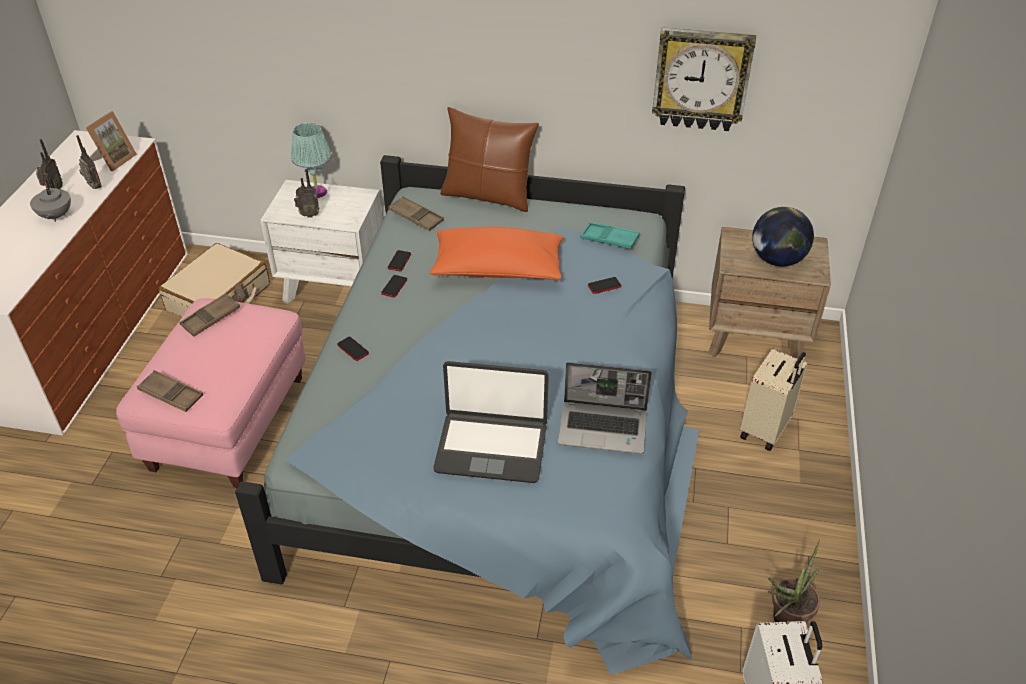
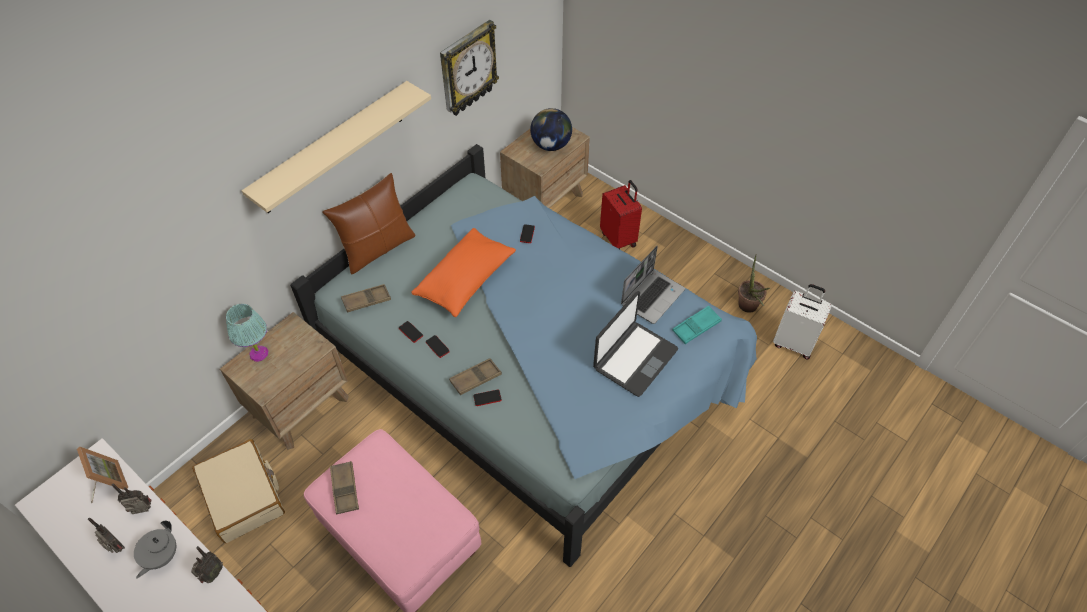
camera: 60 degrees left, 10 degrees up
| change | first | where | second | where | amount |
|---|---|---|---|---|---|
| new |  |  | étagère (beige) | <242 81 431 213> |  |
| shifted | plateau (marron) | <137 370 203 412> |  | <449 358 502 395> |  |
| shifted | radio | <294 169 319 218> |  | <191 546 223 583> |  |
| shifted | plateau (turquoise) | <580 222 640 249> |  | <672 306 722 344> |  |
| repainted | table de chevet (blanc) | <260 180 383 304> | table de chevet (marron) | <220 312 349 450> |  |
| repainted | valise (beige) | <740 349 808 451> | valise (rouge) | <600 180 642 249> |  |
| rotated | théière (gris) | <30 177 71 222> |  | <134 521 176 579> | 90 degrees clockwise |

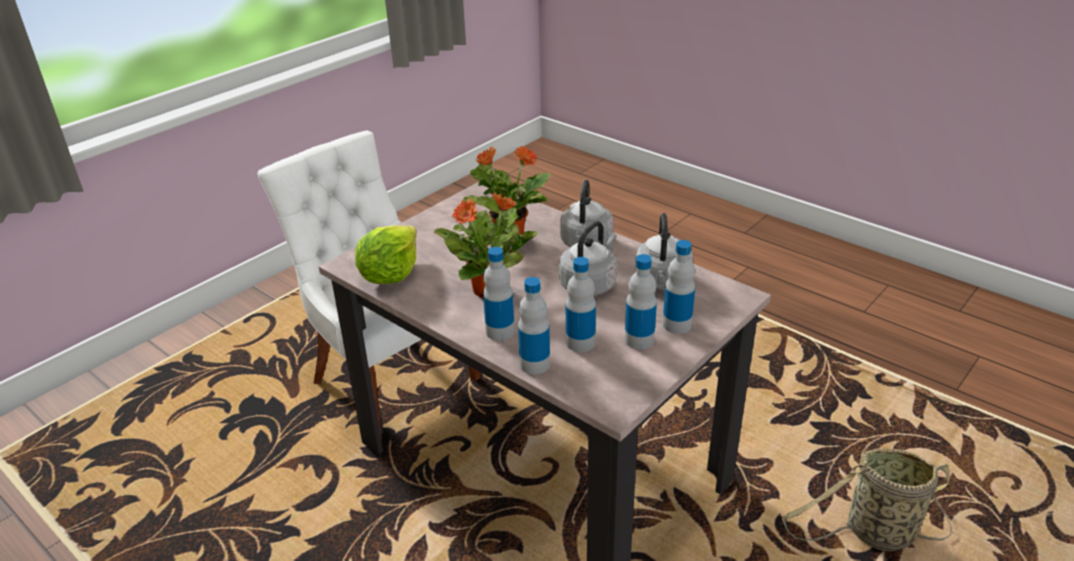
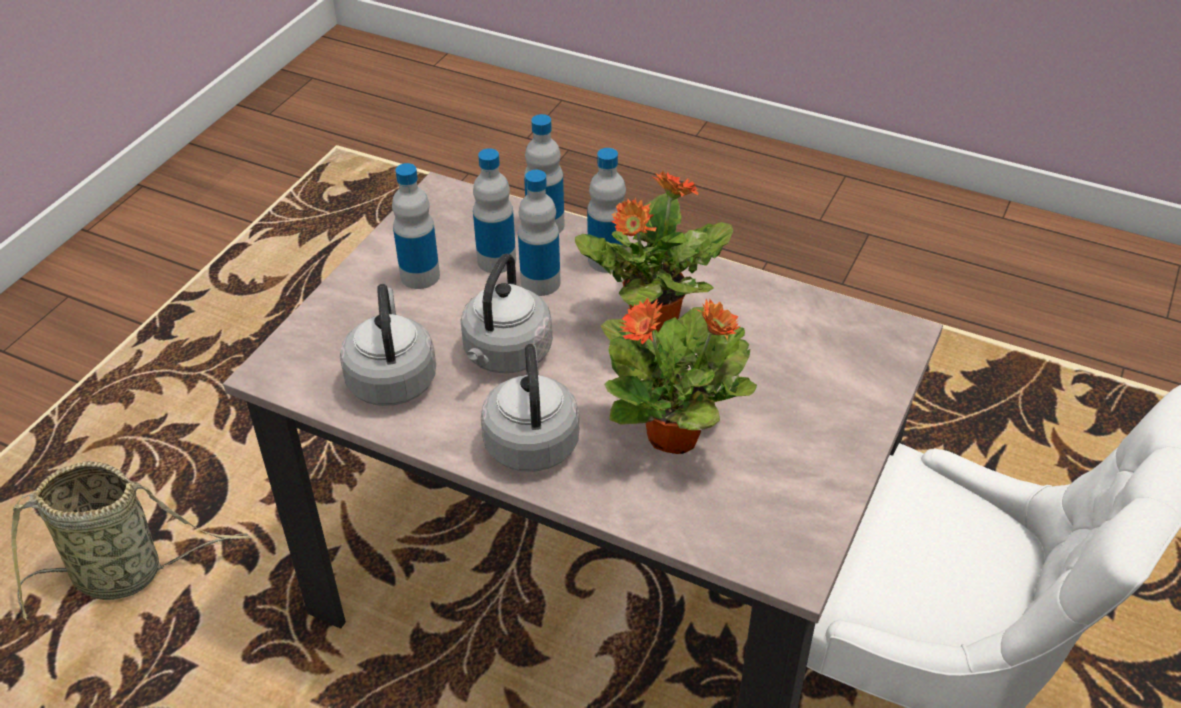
camera: 165 degrees right, 10 degrees up
| change | first | where | second | where | amount |
|---|---|---|---|---|---|
| gone | laitue | <355 225 417 284> |  |  |  |
| shifted | bouteille | <663 240 695 334> |  | <518 170 561 296> |  |

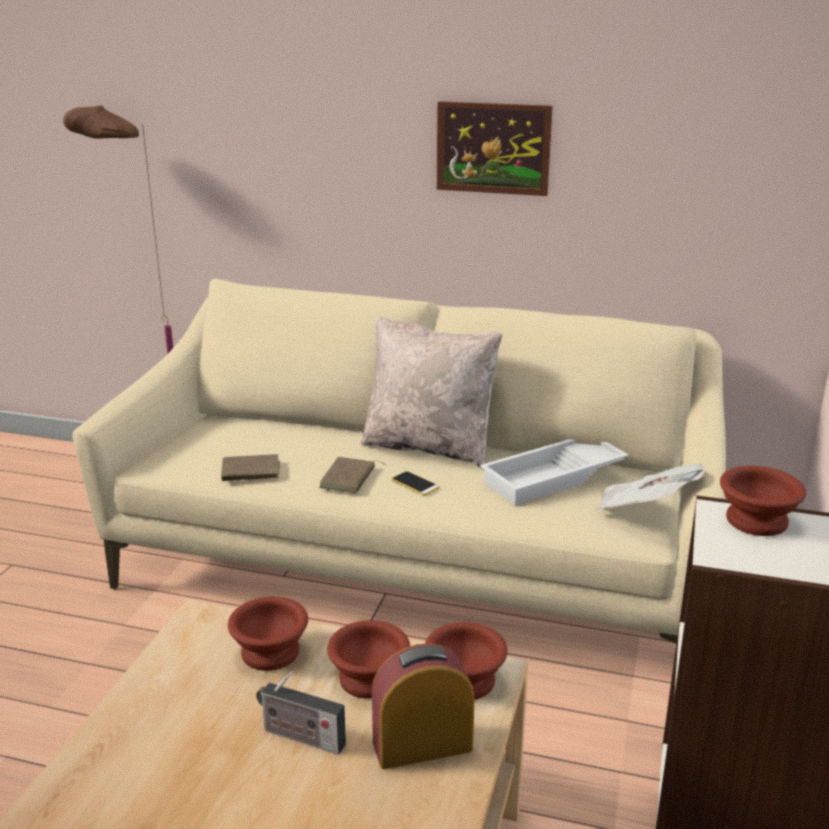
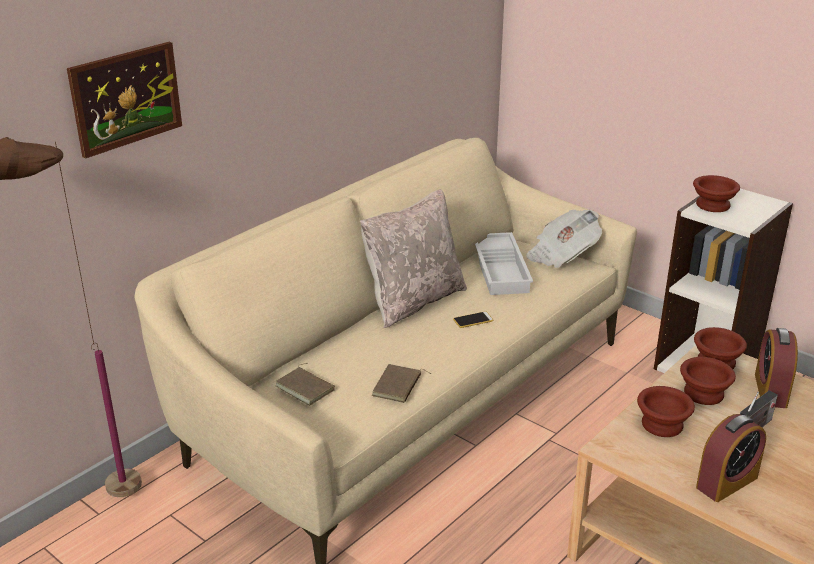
camera: 65 degrees left, 5 degrees up
| change | first | where | second | where | amount |
|---|---|---|---|---|---|
| new |  |  | réveil | <696 414 766 502> |  |
| shifted | livre (marron) | <319 457 386 493> |  | <275 363 335 406> |  |
| shifted | tableau | <437 101 553 196> |  | <67 42 182 159> |  |

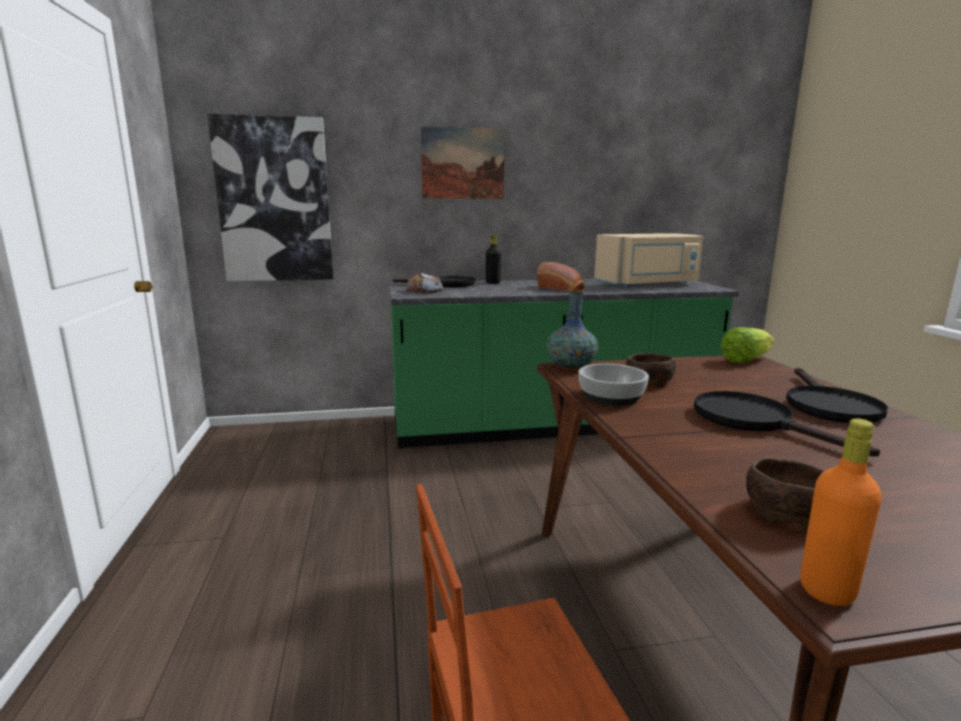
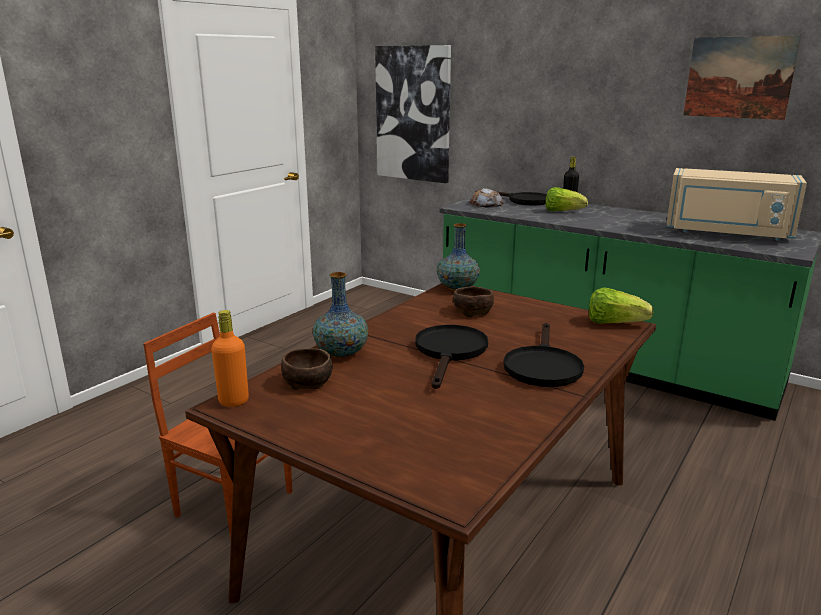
camera: 45 degrees right, 5 degrees up
| change | first | where | second | where | amount |
|---|---|---|---|---|---|
| gone | pain | <537 262 584 291> |  |  |  |
| gone | bol | <579 364 649 406> |  |  |  |
| new |  |  | vase | <313 272 368 358> |  |
| new |  |  | laitue | <545 187 588 211> |  |
| shifted | tableau | <421 126 505 199> |  | <683 36 801 120> |  |
| rotated | poêle (noir) | <786 368 888 423> |  | <503 323 584 387> | 45 degrees counterclockwise |

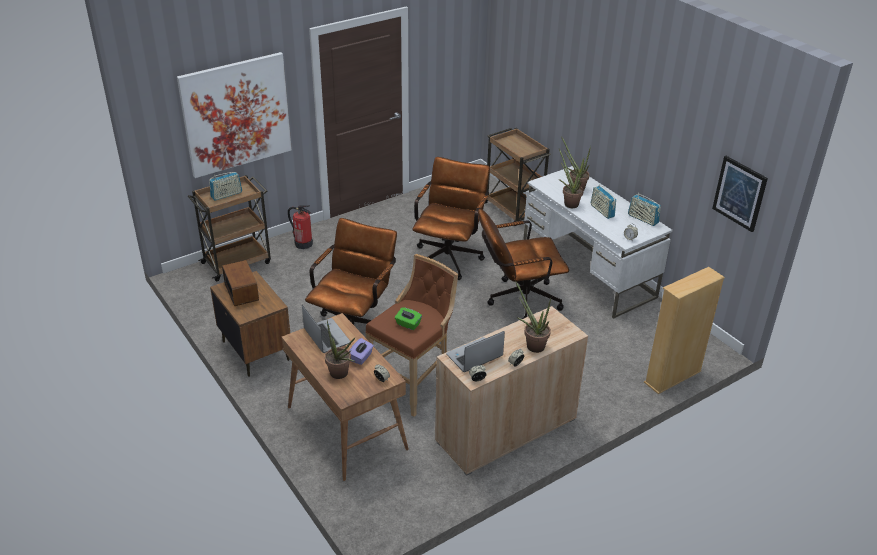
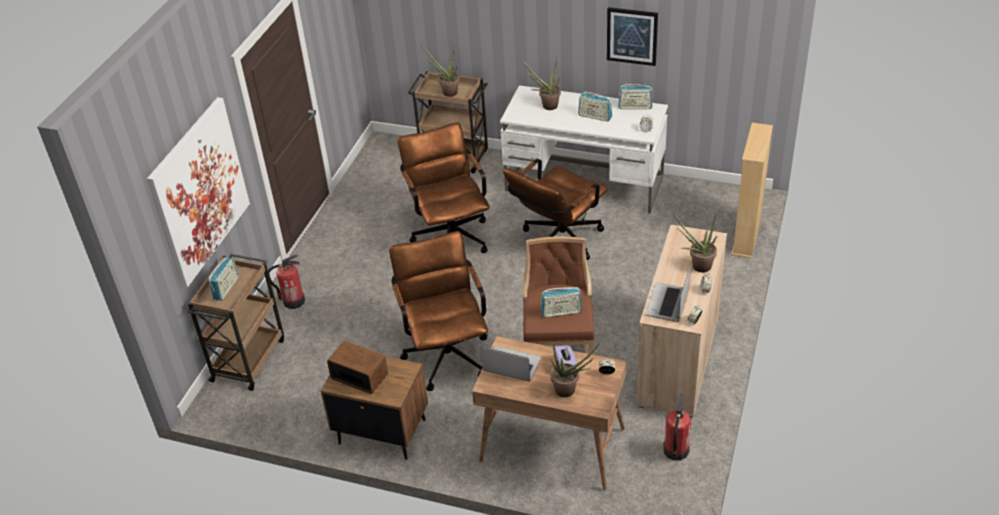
camera: 35 degrees left, 5 degrees up
| change | first | where | second | where | amount |
|---|---|---|---|---|---|
| new |  |  | extincteur | <663 393 691 461> |  |
| shifted | plante en pot | <558 149 584 208> |  | <421 45 460 97> |  |
| shifted | tableau | <712 156 768 232> |  | <607 7 658 66> |  |
| swapped | boîte à mouchoirs (vert) | <395 307 422 330> | radio | <541 287 582 318> |  |

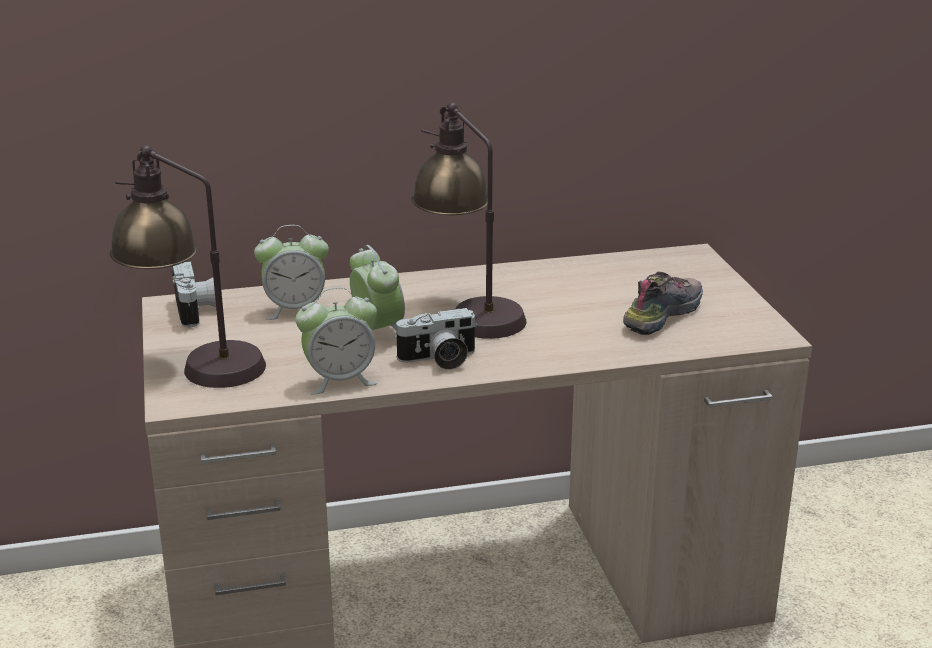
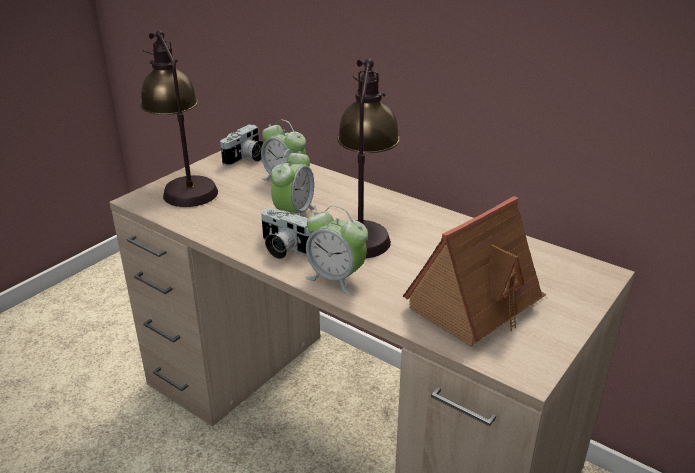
camera: 50 degrees right, 5 degrees up
| change | first | where | second | where | amount |
|---|---|---|---|---|---|
| shifted | réveil | <295 287 377 394> |  | <306 206 368 295> |  |
| swapped | chaussure | <623 272 703 335> | maison miniature | <402 196 547 346> |  |

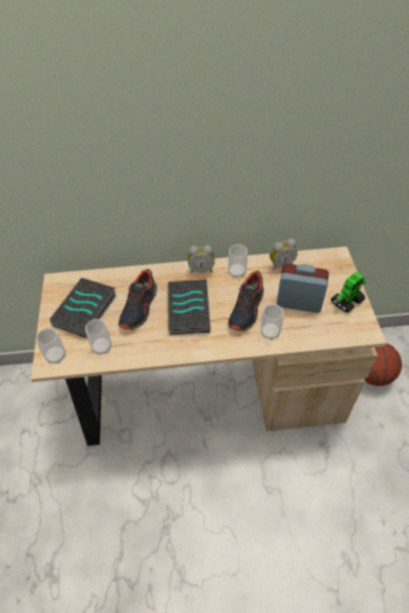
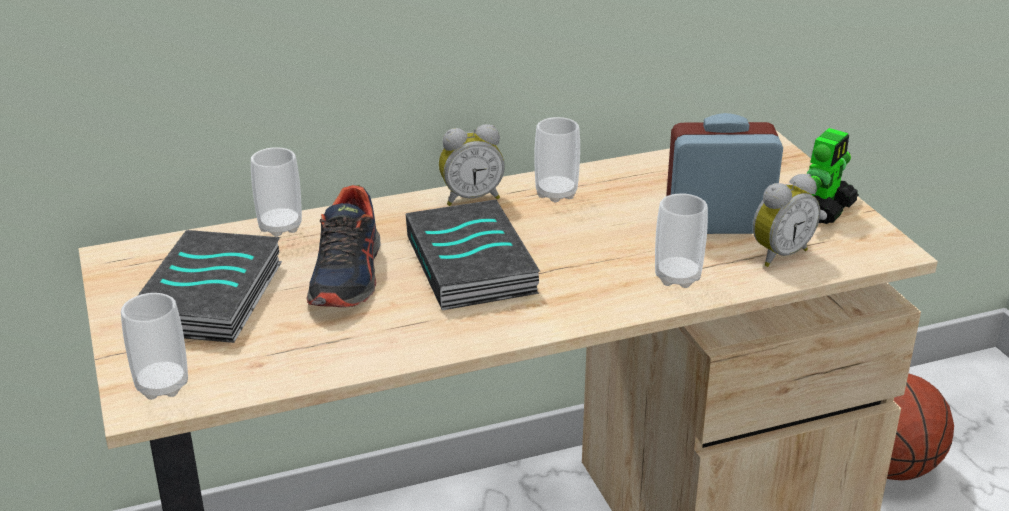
camera: 15 degrees left, 20 degrees down
| change | first | where | second | where | amount |
|---|---|---|---|---|---|
| gone | chaussure | <228 271 264 332> |  |  |  |
| shifted | tasse | <85 319 112 355> |  | <251 147 302 237> |  |
| shifted | réveil | <270 239 297 271> |  | <753 174 820 267> |  |

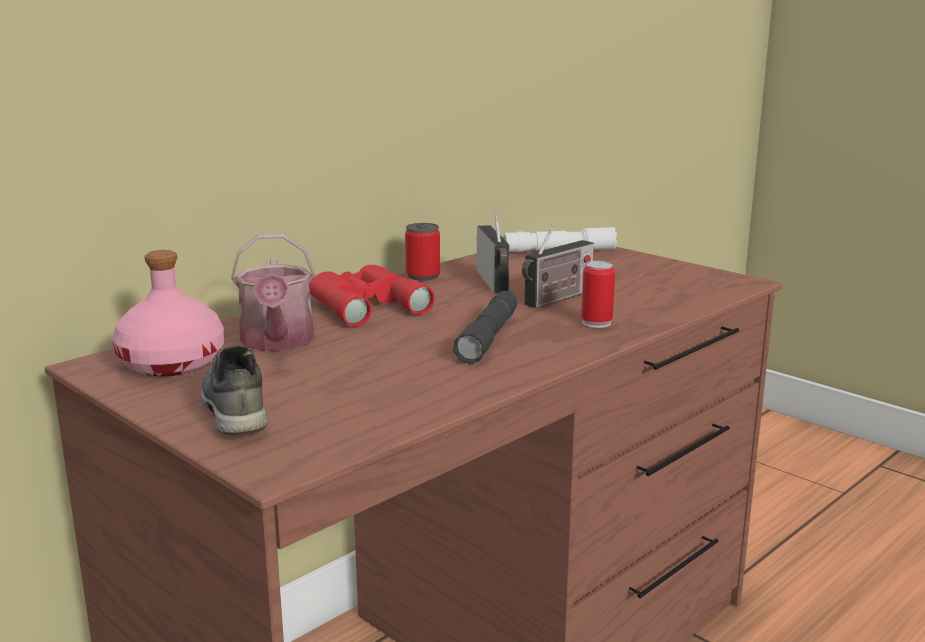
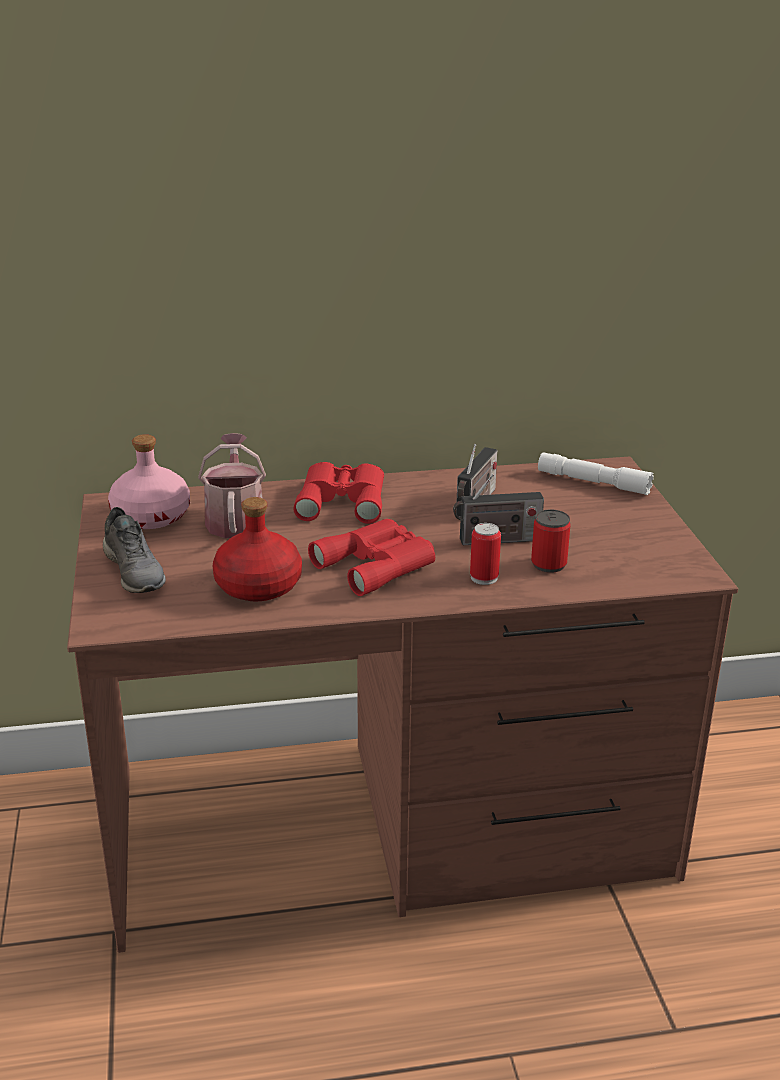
camera: 35 degrees right, 10 degrees up
| change | first | where | second | where | amount |
|---|---|---|---|---|---|
| new |  |  | bouteille (rouge) | <213 497 302 601> |  |
| shifted | boîte métallique | <405 223 440 281> |  | <531 509 571 573> |  |
| swapped | lampe de poche (gris) | <453 291 517 364> | jumelles (rouge) | <308 519 435 596> |  |
| rotated | chaussure (gris) | <201 345 269 434> |  | <103 507 166 593> | 135 degrees clockwise |
| rotated | arrosoir | <231 234 315 351> |  | <198 433 266 538> | 150 degrees clockwise |

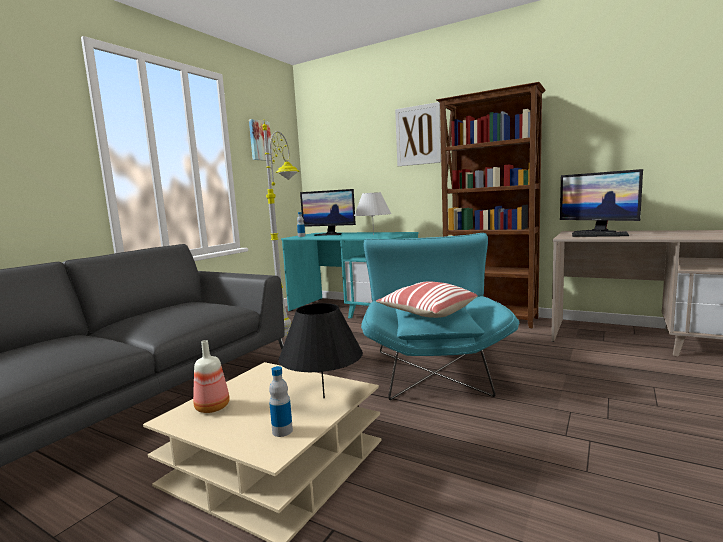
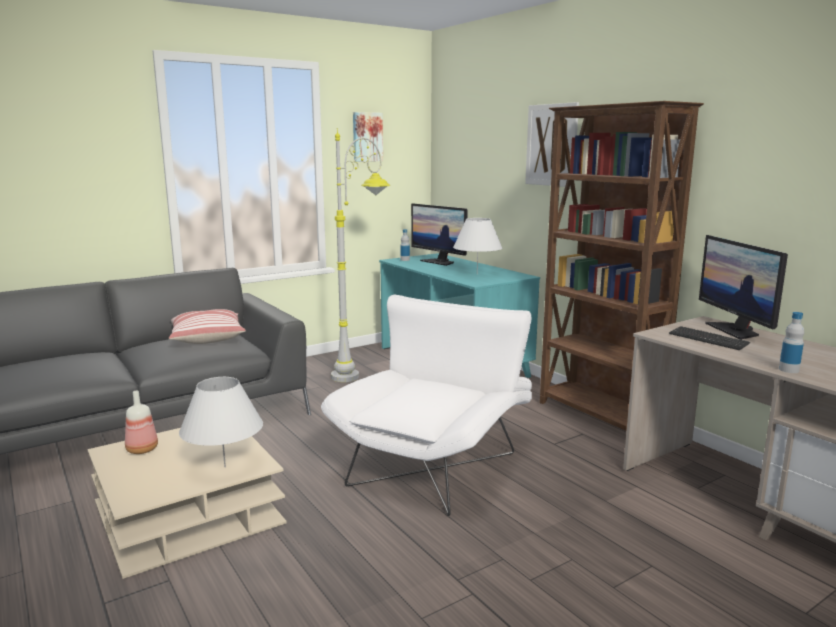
camera: 25 degrees right, 5 degrees up
| change | first | where | second | where | amount |
|---|---|---|---|---|---|
| shifted | bouteille | <269 366 293 437> |  | <779 312 804 373> |  |
| shifted | coussin | <376 282 478 318> |  | <169 309 246 344> |  |
| repainted | lampe de table (noir) | <278 303 363 398> | lampe de table (blanc) | <179 377 263 468> |  |
| repainted | fauteuil (turquoise) | <361 233 519 400> | fauteuil (blanc) | <321 294 532 516> |  |

